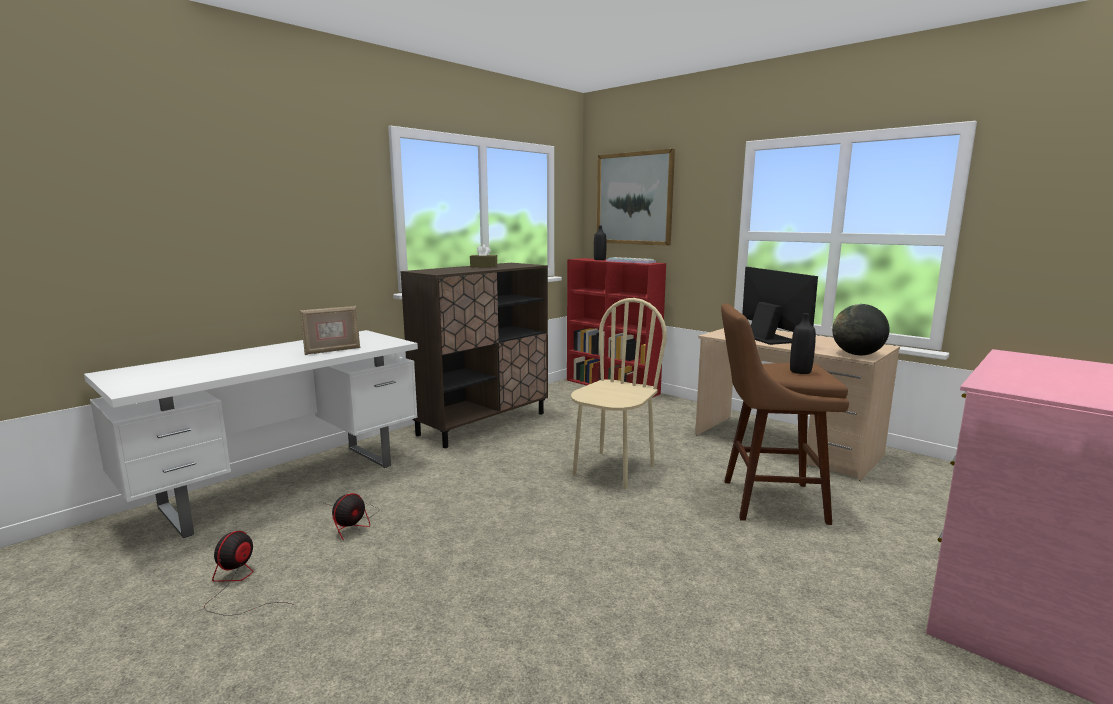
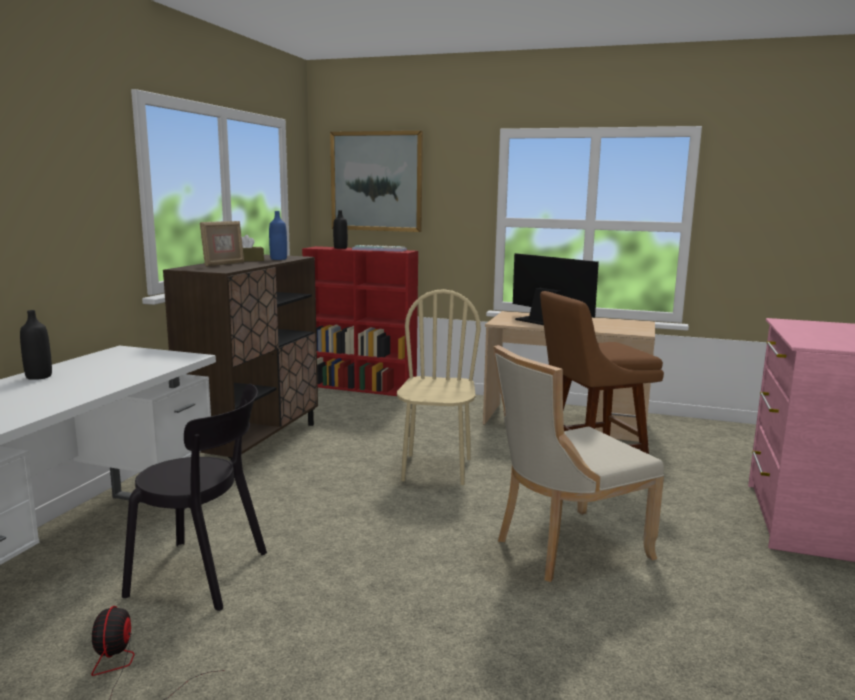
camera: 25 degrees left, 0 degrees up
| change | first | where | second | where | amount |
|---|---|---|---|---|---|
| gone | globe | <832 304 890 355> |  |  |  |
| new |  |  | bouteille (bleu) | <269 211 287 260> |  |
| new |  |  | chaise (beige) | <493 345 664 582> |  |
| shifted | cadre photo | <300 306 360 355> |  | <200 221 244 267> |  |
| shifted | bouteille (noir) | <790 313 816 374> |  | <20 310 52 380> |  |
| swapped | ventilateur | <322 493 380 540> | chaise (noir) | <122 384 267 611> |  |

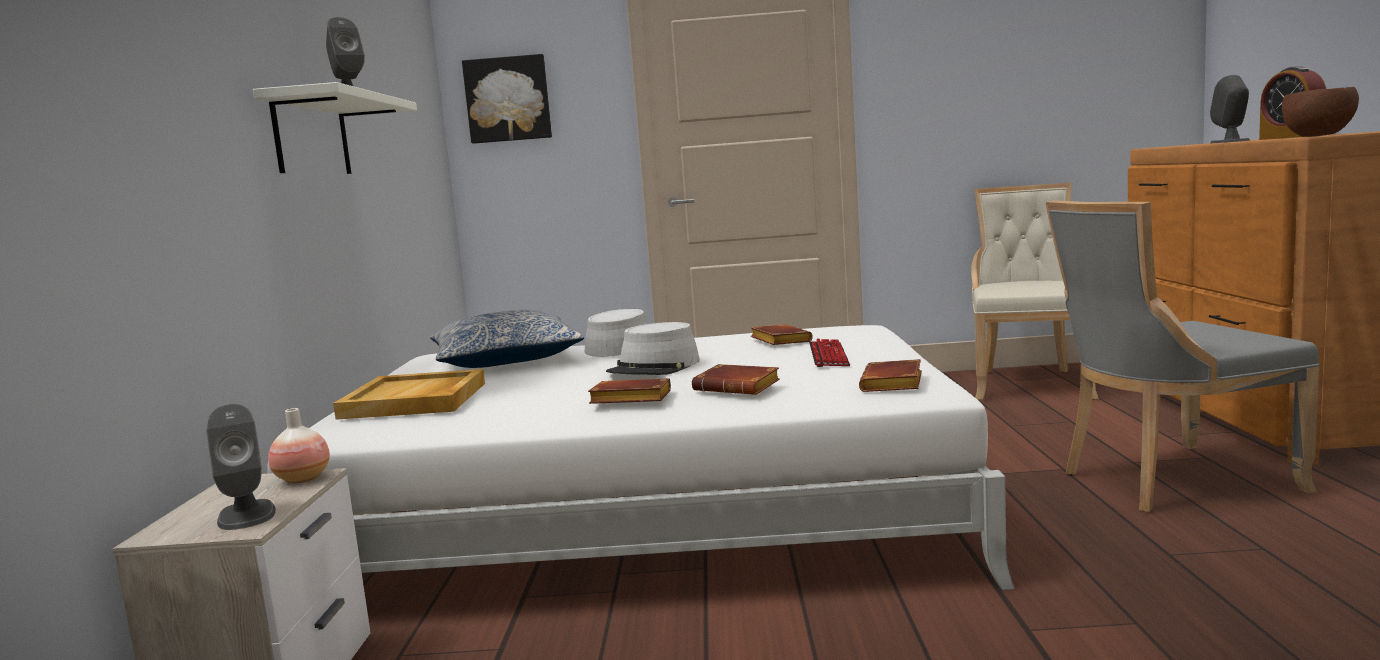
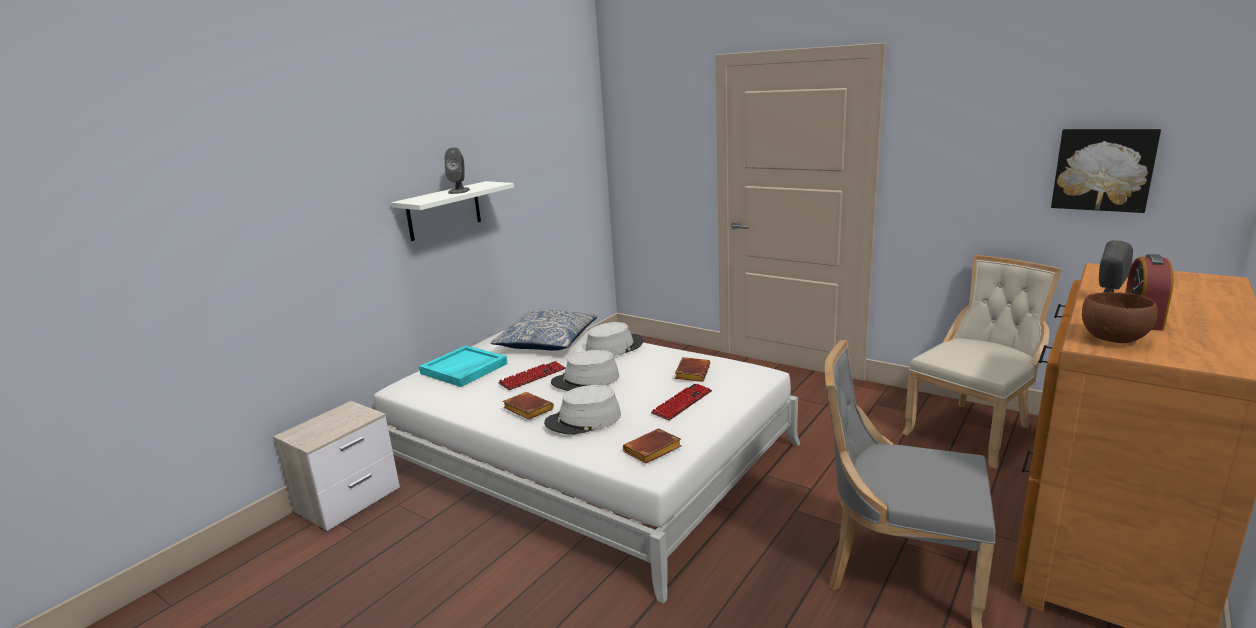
camera: 35 degrees right, 10 degrees up
| change | first | where | second | where | amount |
|---|---|---|---|---|---|
| gone | enceinte (gris) | <206 404 276 530> |  |  |  |
| gone | vase | <268 408 330 484> |  |  |  |
| new |  |  | clavier | <498 361 566 390> |  |
| shifted | tableau | <462 54 552 144> |  | <1051 129 1161 213> |  |
| swapped | livre (marron) | <692 364 780 395> | chapeau (gris) | <544 385 621 435> |  |
| repainted | plateau (beige) | <333 369 485 420> | plateau (turquoise) | <419 345 508 387> |  |

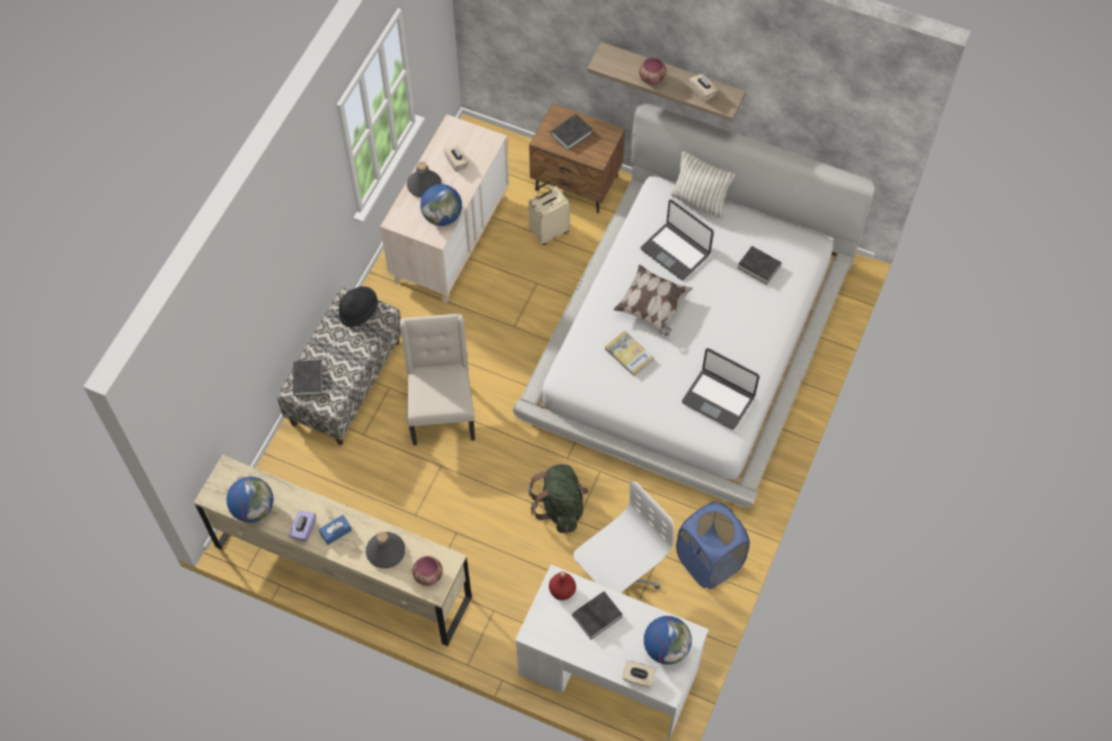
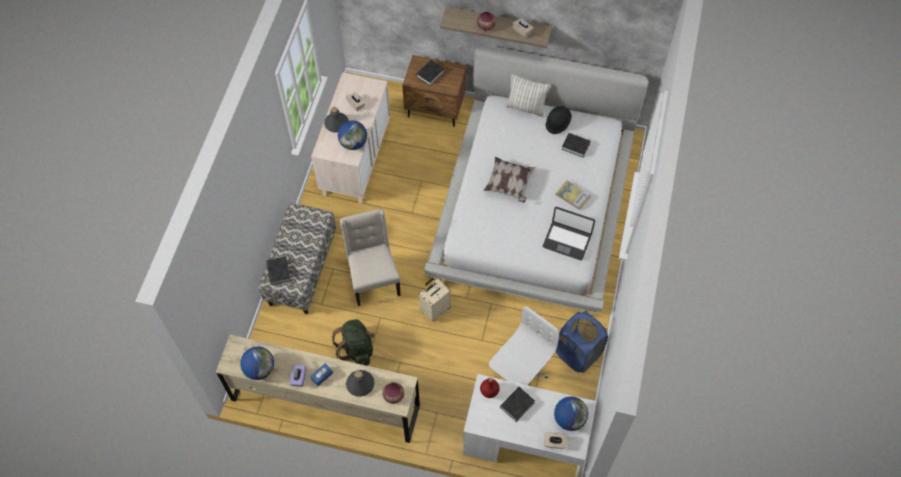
camera: 10 degrees left, 0 degrees up
| change | first | where | second | where | amount |
|---|---|---|---|---|---|
| gone | ordinateur portable | <640 199 714 281> |  |  |  |
| shifted | chapeau (noir) | <339 286 378 327> |  | <546 106 572 134> |  |
| shifted | valise (beige) | <528 181 570 245> |  | <419 278 451 321> |  |
| shifted | sac à dos (vert) | <528 464 589 533> |  | <332 319 375 366> |  |
| shifted | livre | <605 331 654 377> |  | <556 180 591 210> |  |

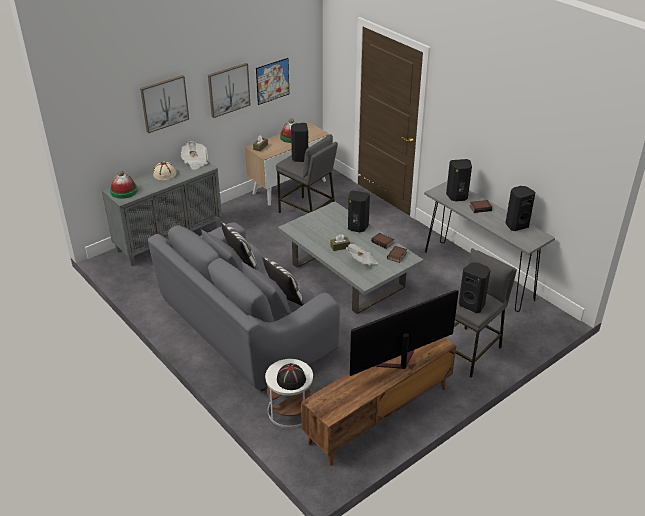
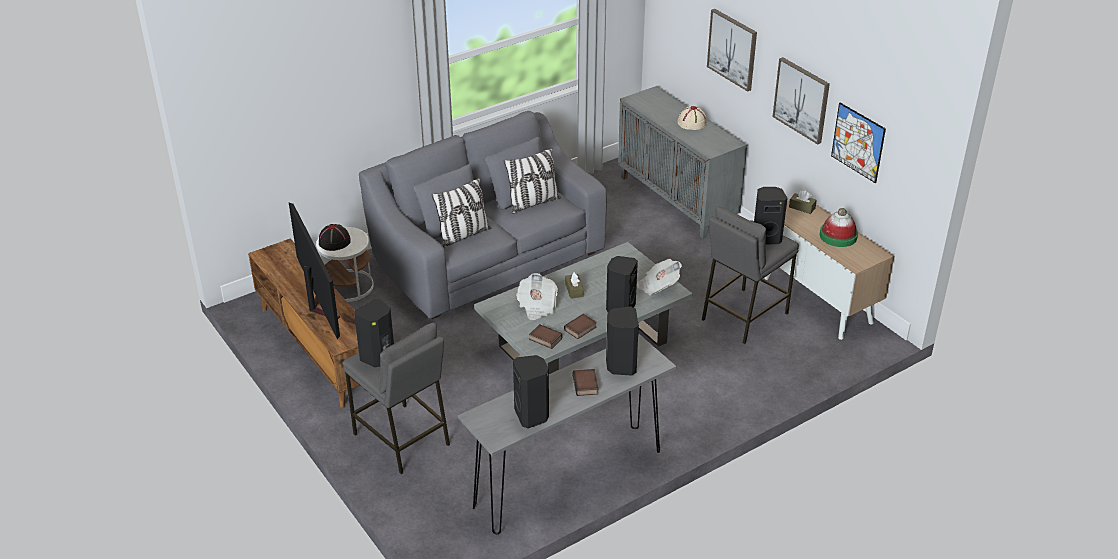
camera: 95 degrees right, 0 degrees up
| change | first | where | second | where | amount |
|---|---|---|---|---|---|
| gone | chapeau | <110 171 138 199> |  |  |  |
| shifted | journal | <181 141 208 170> |  | <637 259 682 296> |  |

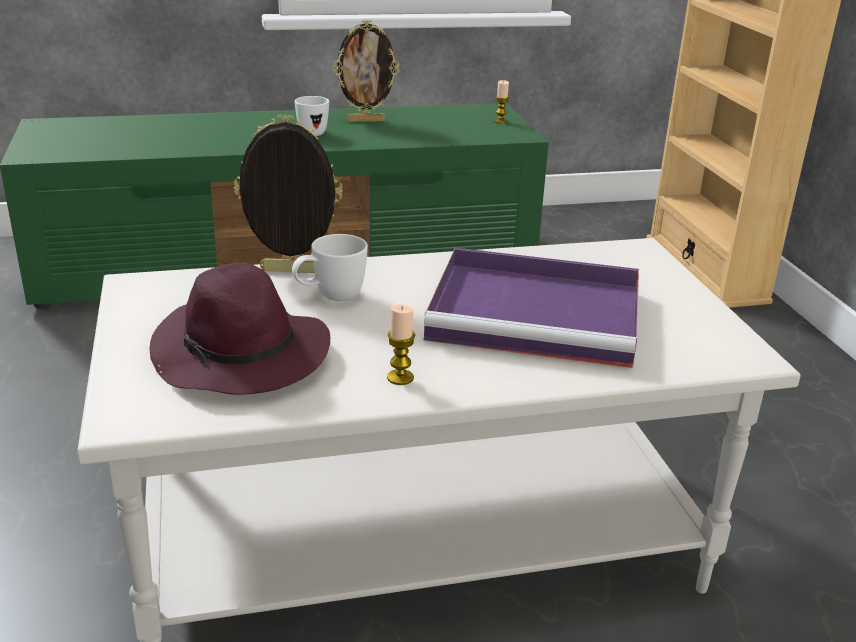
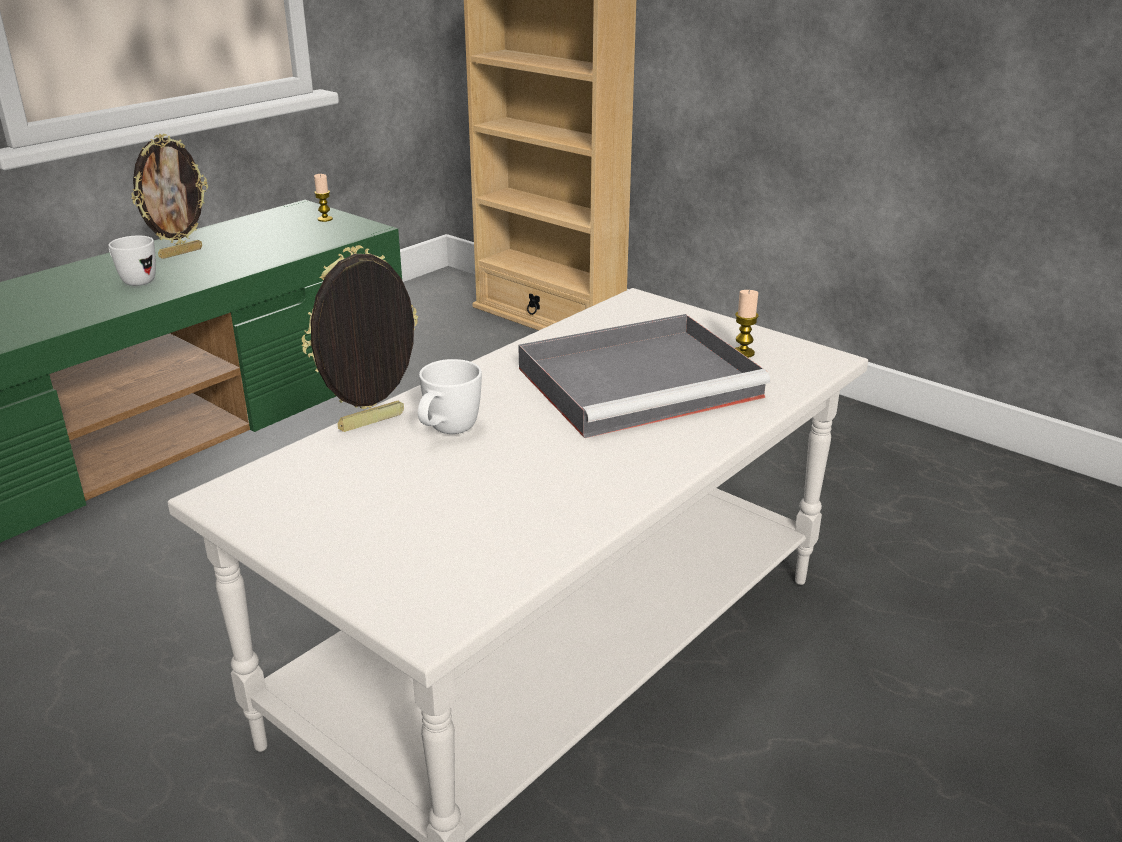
camera: 35 degrees left, 0 degrees up
| change | first | where | second | where | amount |
|---|---|---|---|---|---|
| gone | chapeau (violet) | <150 262 331 395> |  |  |  |
| shifted | bougie | <387 304 415 385> |  | <735 290 759 358> |  |
| repainted | plateau (violet) | <423 248 639 368> | plateau (gris) | <518 314 770 438> |  |

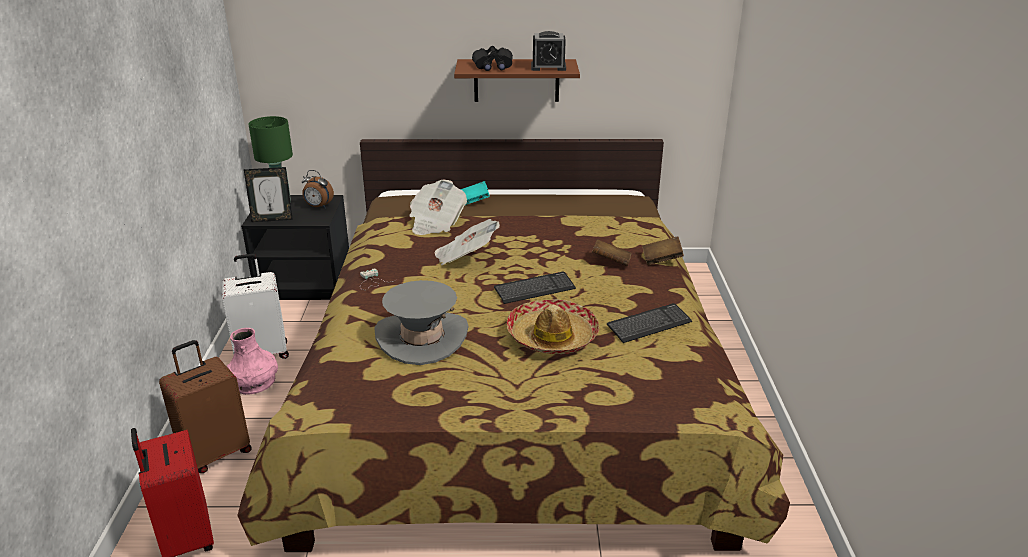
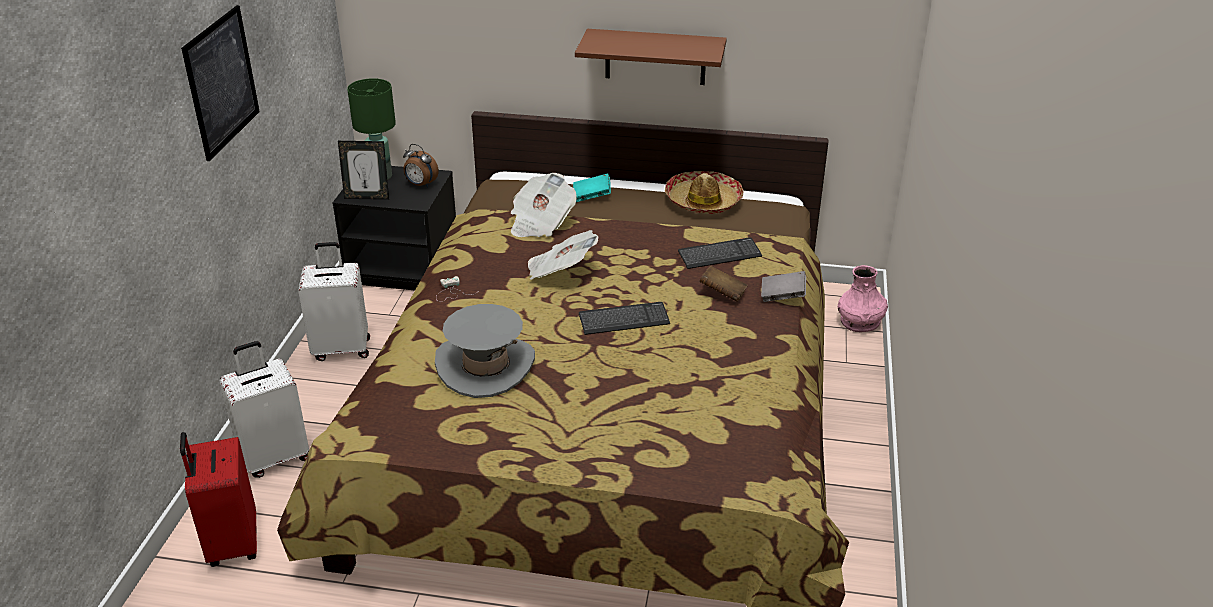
camera: 10 degrees right, 5 degrees up
| change | first | where | second | where | amount |
|---|---|---|---|---|---|
| gone | jumelles (noir) | <472 46 513 71> |  |  |  |
| gone | réveil | <531 31 566 71> |  |  |  |
| new |  |  | tableau | <181 5 260 161> |  |
| shifted | vase (rose) | <227 328 278 395> |  | <838 265 888 332> |  |
| shifted | chapeau | <506 299 599 354> |  | <665 171 744 214> |  |
| shifted | clavier | <607 303 692 343> |  | <678 237 762 269> |  |
| repainted | valise (marron) | <159 340 251 473> | valise (blanc) | <220 341 309 478> |  |
| repainted | livre (marron) | <642 236 684 265> | livre (gris) | <761 271 806 302> |  |

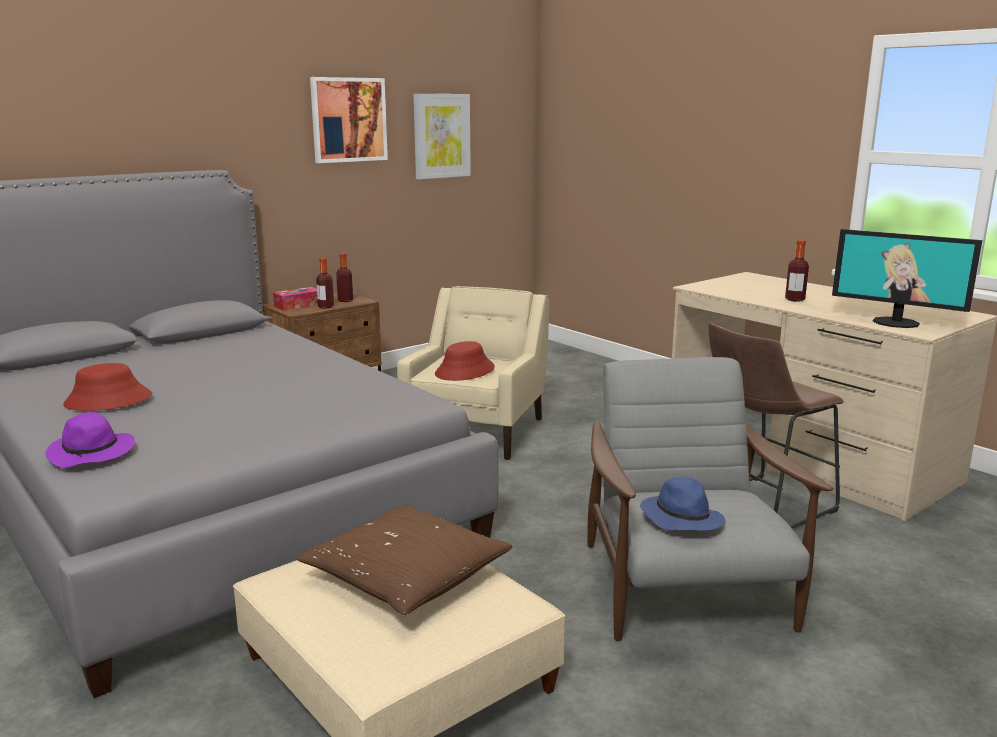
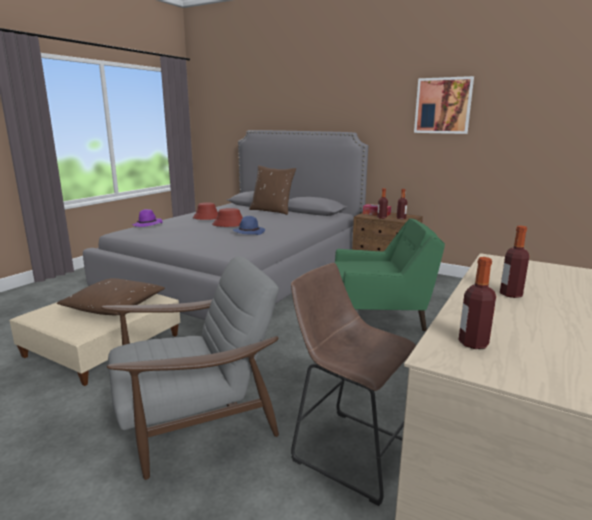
camera: 70 degrees right, 0 degrees up
| change | first | where | second | where | amount |
|---|---|---|---|---|---|
| gone | tableau | <413 94 471 179> |  |  |  |
| new |  |  | coussin (marron) | <249 165 296 215> |  |
| shifted | chapeau (rouge) | <435 341 495 381> |  | <212 208 243 227> |  |
| shifted | chapeau (bleu) | <640 476 725 531> |  | <233 216 265 235> |  |
| swapped | écran d'ordinateur | <832 229 982 328> | bouteille | <458 257 496 349> |  |
| repainted | fauteuil (beige) | <397 286 549 460> | fauteuil (vert) | <335 218 445 331> |  |

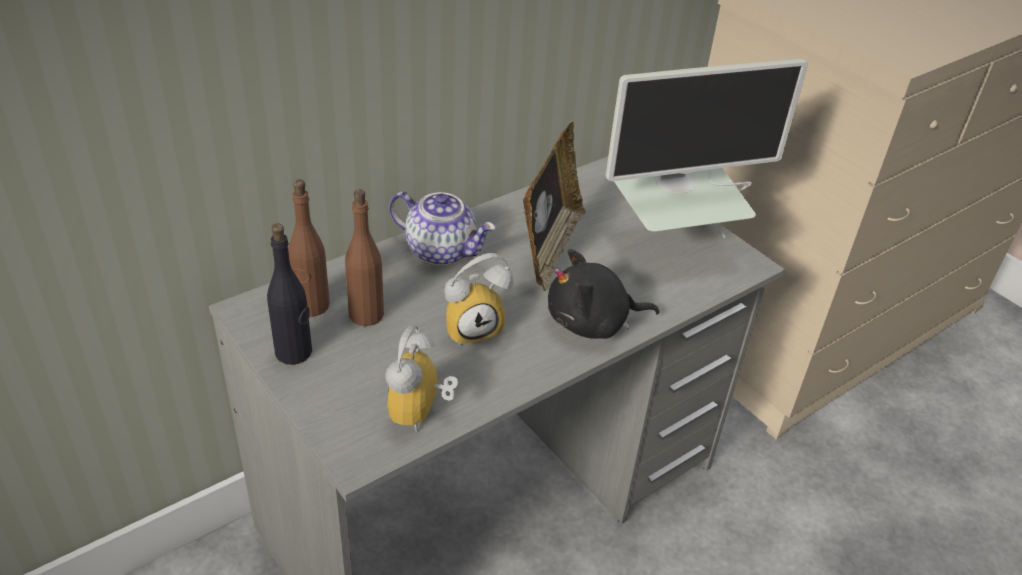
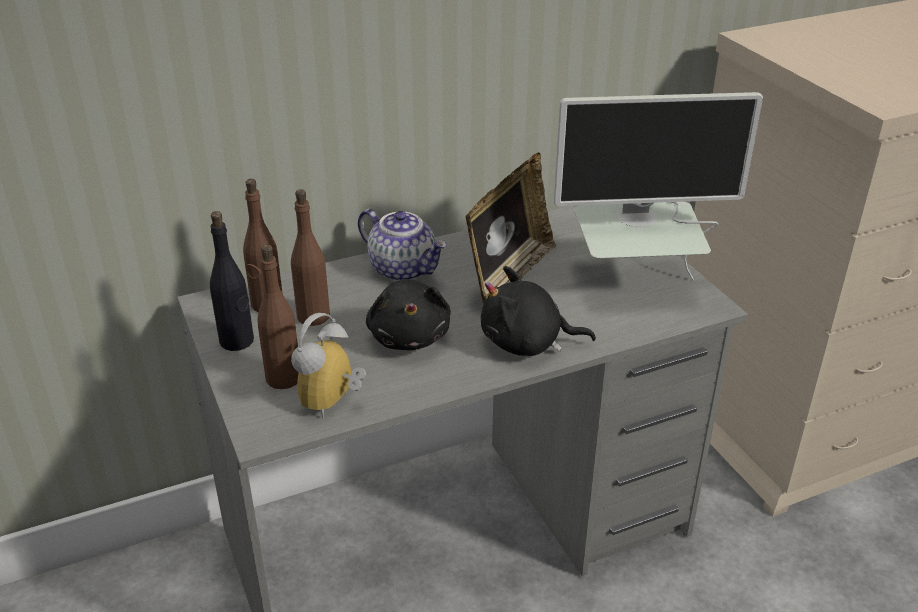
camera: 15 degrees right, 5 degrees down
| change | first | where | second | where | amount |
|---|---|---|---|---|---|
| new |  |  | bouteille (marron) | <257 245 299 389> |  |
| swapped | réveil | <444 253 513 347> | peluche (noir) | <366 279 451 350> |  |

